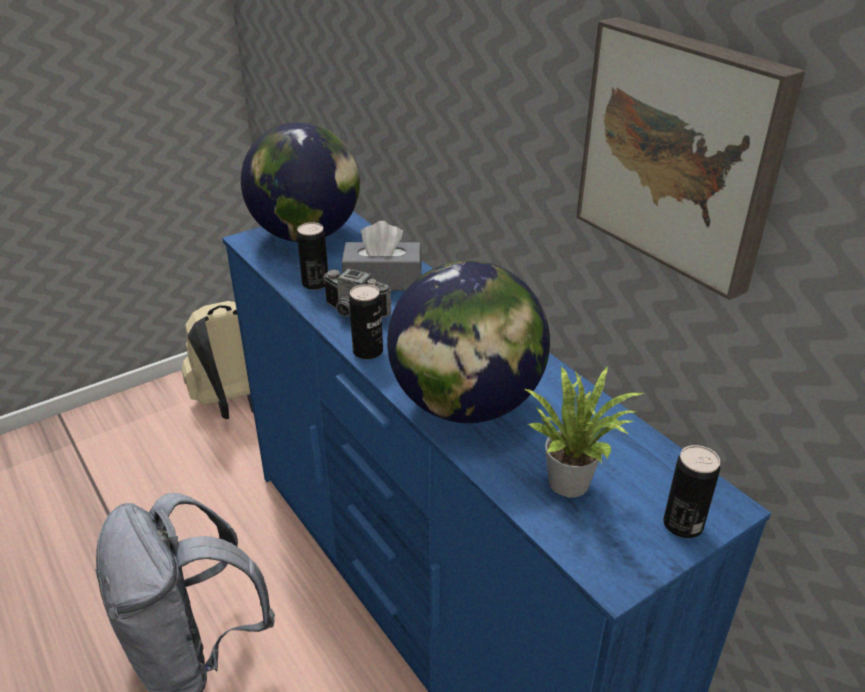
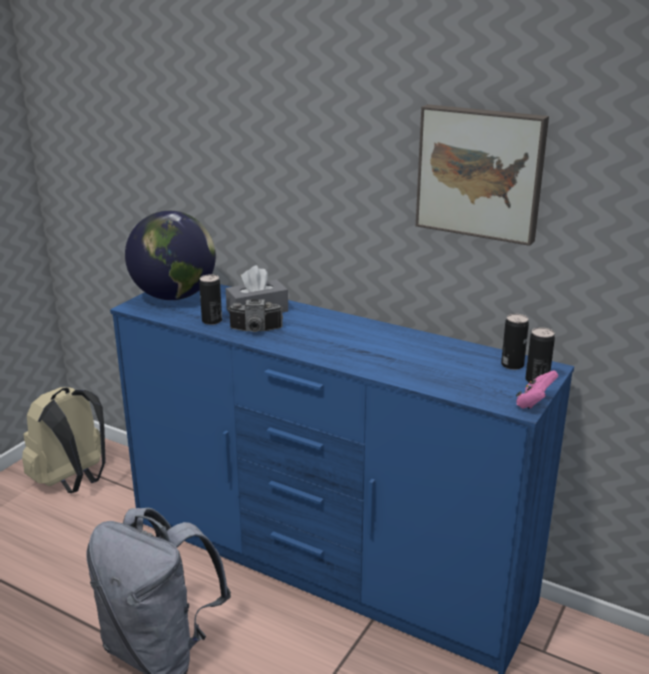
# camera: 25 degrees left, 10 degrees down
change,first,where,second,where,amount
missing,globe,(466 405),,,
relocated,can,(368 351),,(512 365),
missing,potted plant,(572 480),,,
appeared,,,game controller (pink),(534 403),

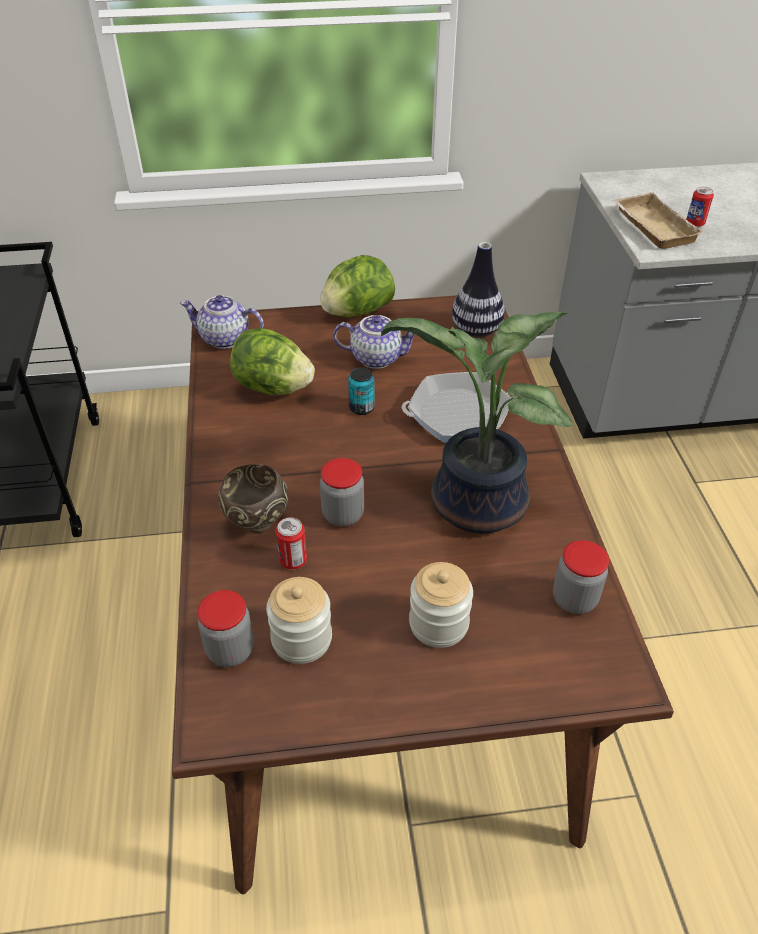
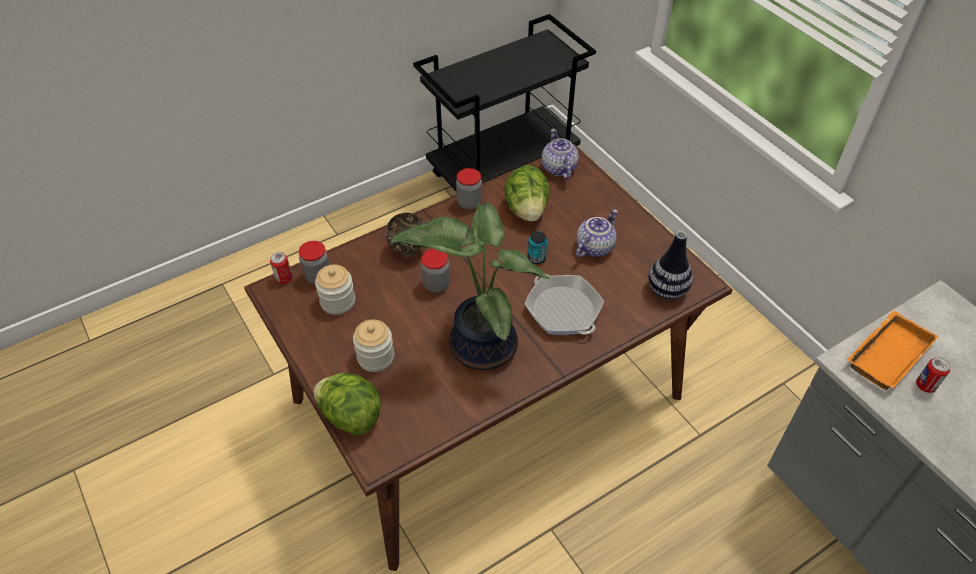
# camera: 65 degrees right, 5 degrees up
change,first,where,second,where,amount
colour,tray (beige),(651 226),tray (orange),(886 353),
relocated,lettuce,(357 312),,(350 416),
spun,teapot,(377 357),,(594 247),120 degrees counterclockwise
relocated,can,(293 560),,(284 279),
relocated,jar,(574 599),,(469 203),

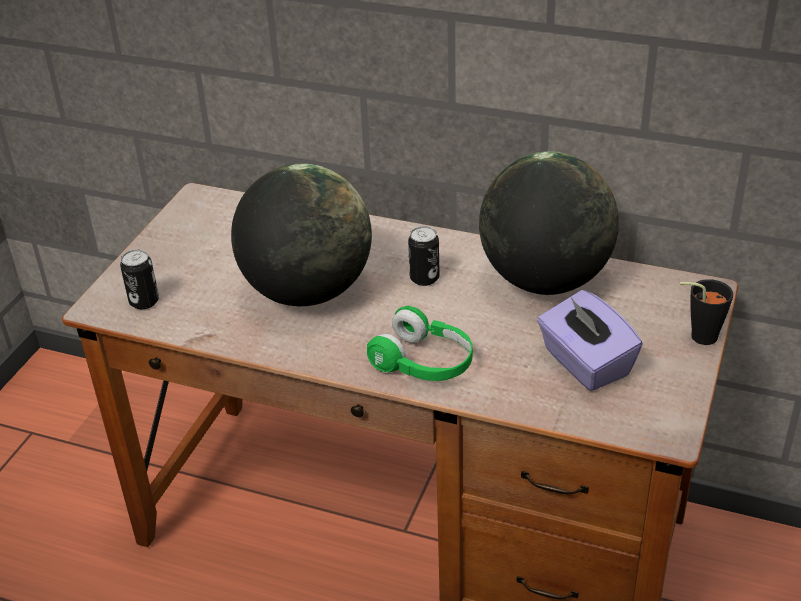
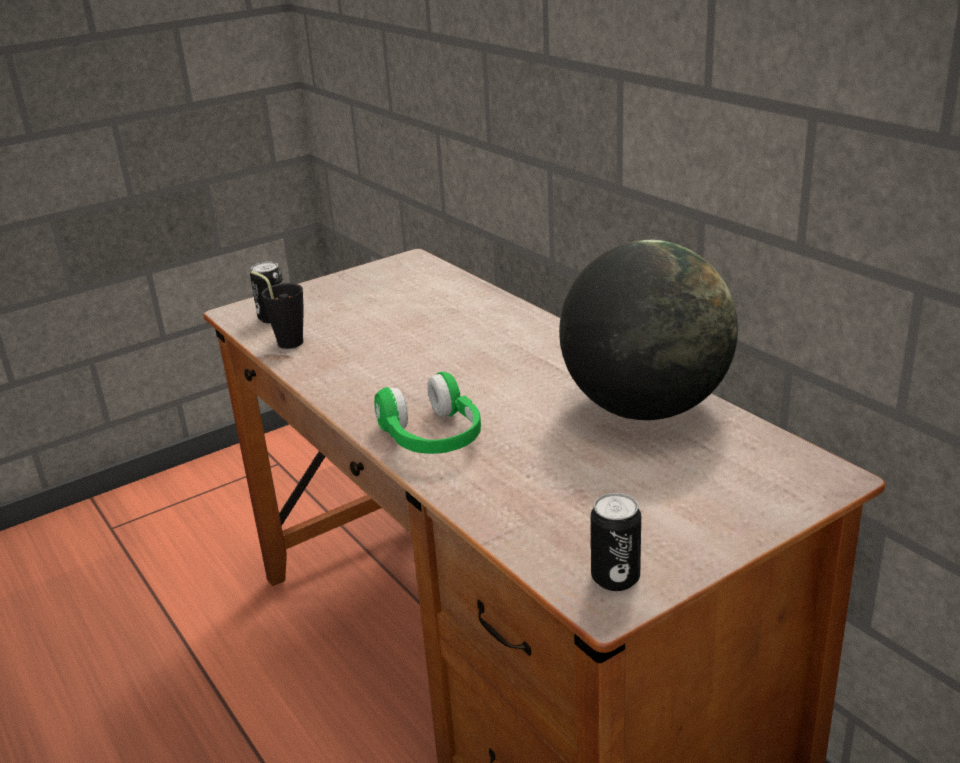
# camera: 35 degrees right, 10 degrees down
change,first,where,second,where,amount
missing,globe,(308 292),,,
relocated,can,(424 278),,(615 578),
relocated,cup (black),(697 336),,(286 341),
missing,tissue box (purple),(585 363),,,

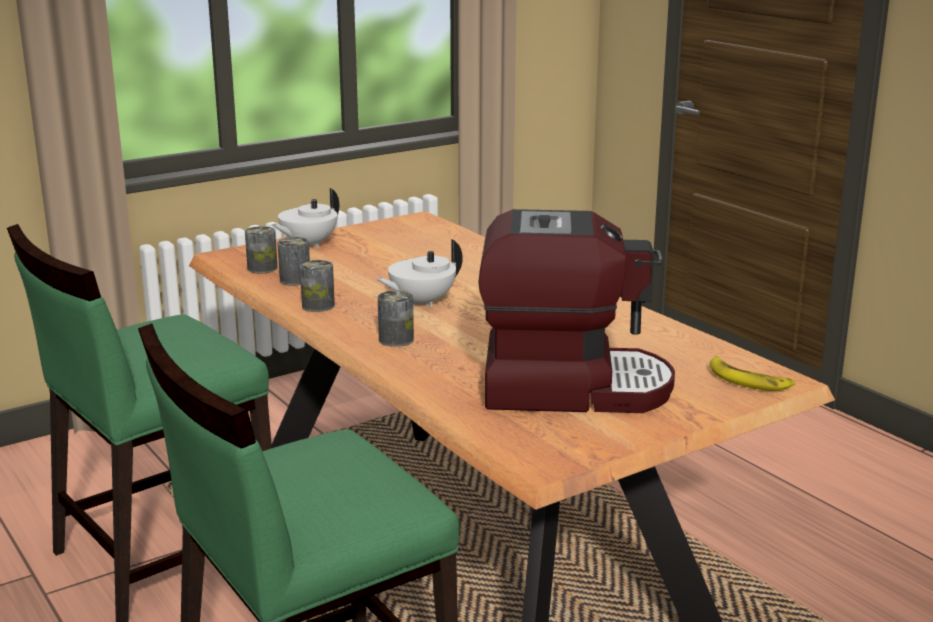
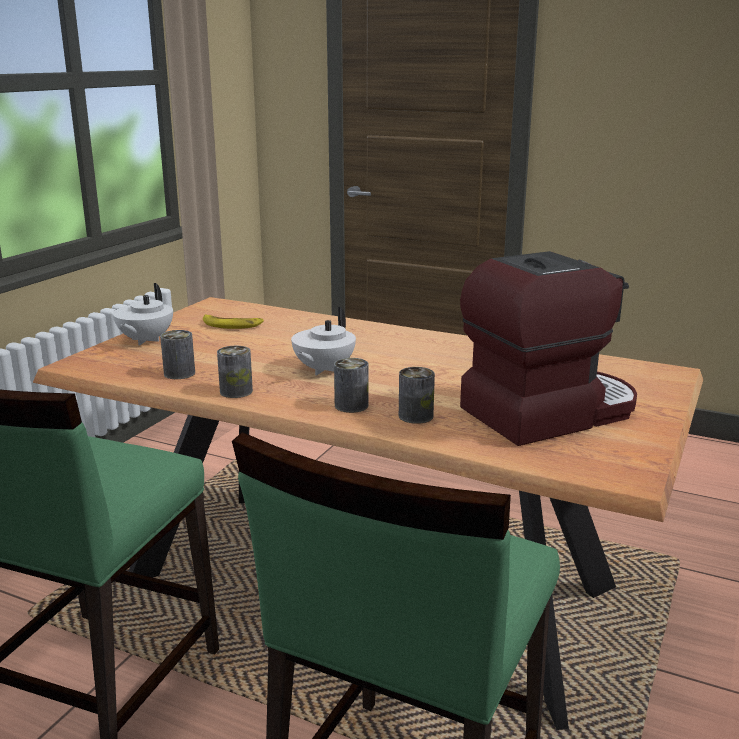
# camera: 30 degrees left, 0 degrees up
change,first,where,second,where,amount
relocated,can,(262 268),,(415 416),
relocated,banana,(748 380),,(231 325),

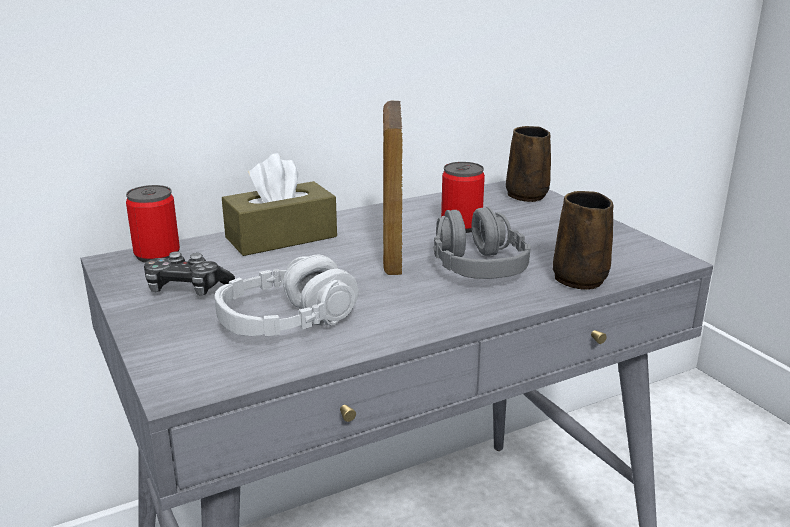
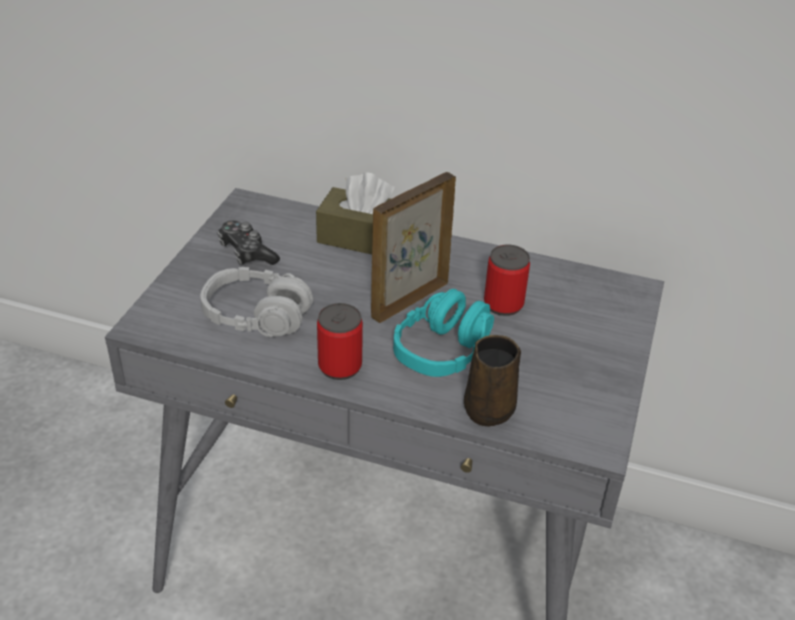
# camera: 45 degrees right, 15 degrees up
change,first,where,second,where,amount
missing,mug (brown),(526 194),,,
relocated,can,(157 255),,(340 366),
colour,headphones (grey),(478 266),headphones (turquoise),(442 349),

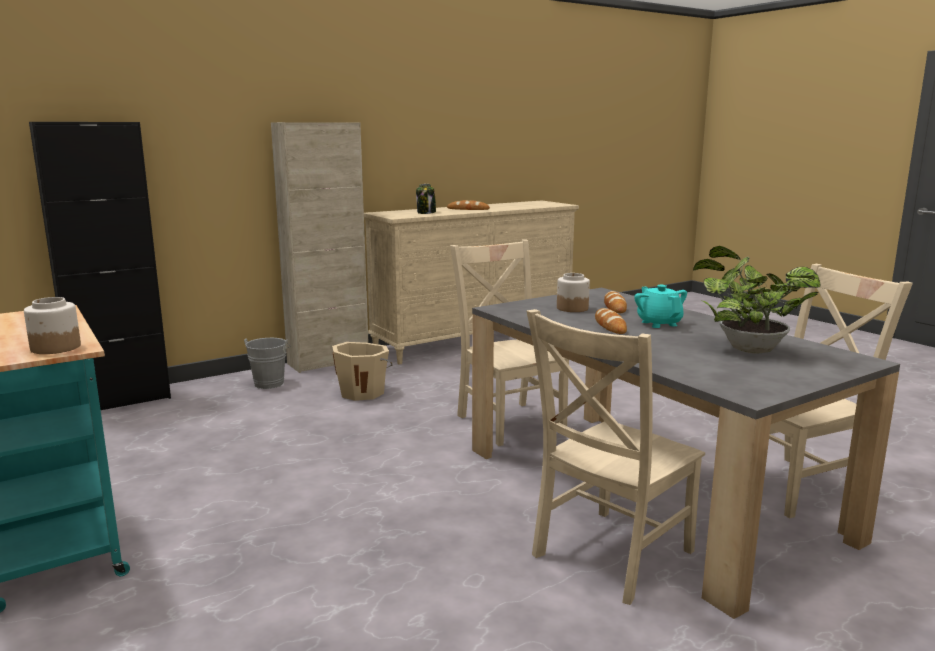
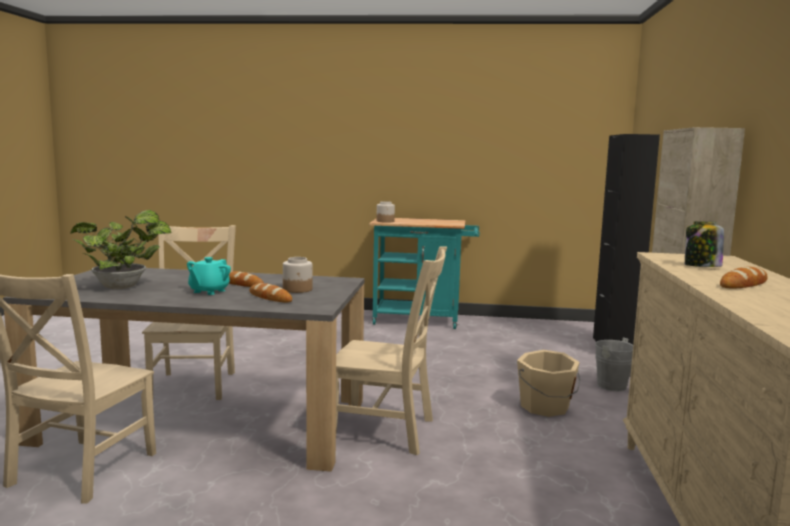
# camera: 130 degrees right, 5 degrees down
change,first,where,second,where,amount
spun,teapot (turquoise),(659 323),,(209 291),90 degrees clockwise

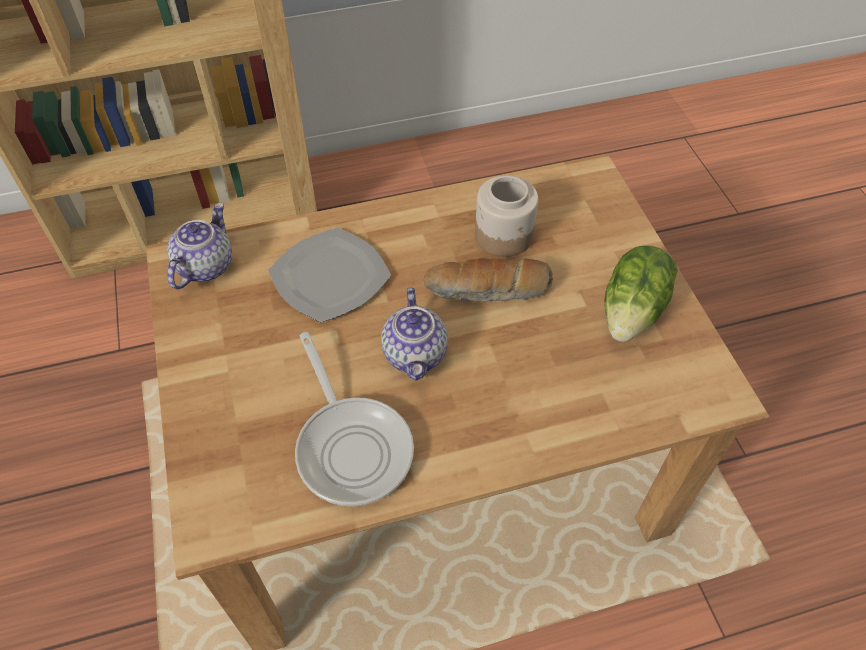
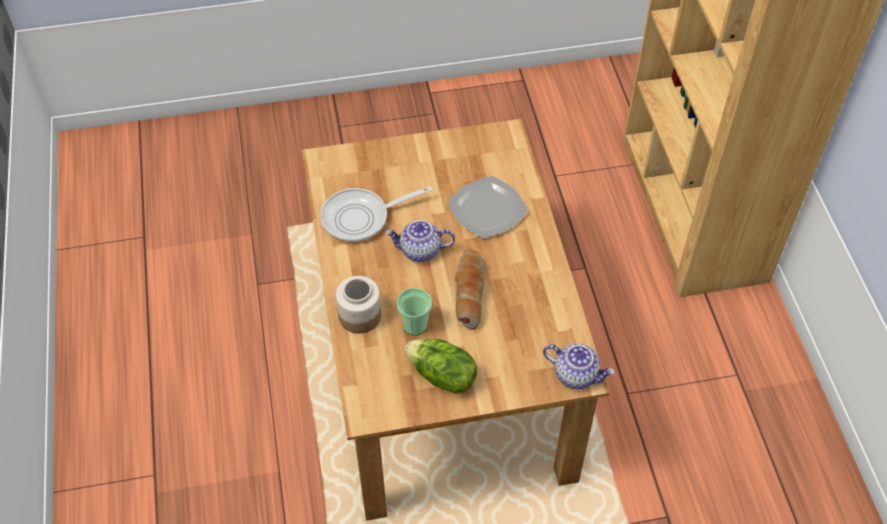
# camera: 95 degrees right, 0 degrees up
change,first,where,second,where,amount
relocated,jar,(504 236),,(359 316),
relocated,teapot,(205 266),,(576 374),
appeared,,,cup,(415 325),

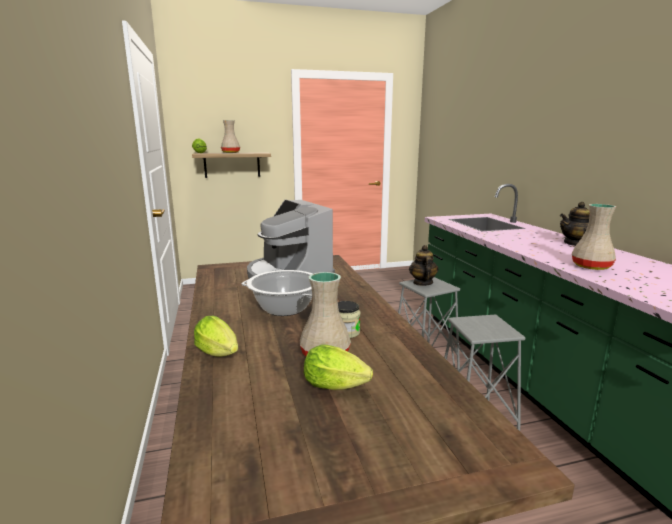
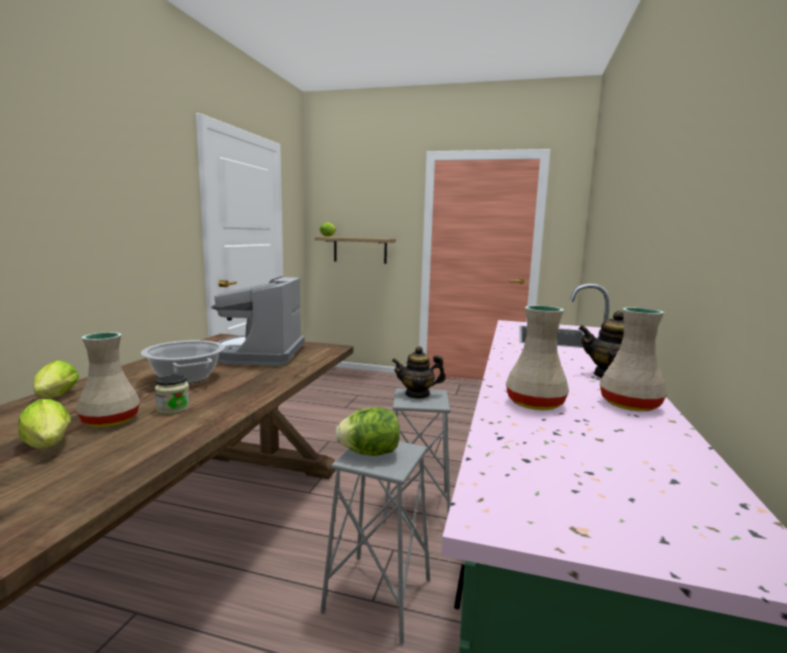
# camera: 30 degrees right, 5 degrees down
change,first,where,second,where,amount
relocated,vase (beige),(230 152),,(629 404),
spun,teapot,(422 283),,(417 394),120 degrees counterclockwise
appeared,,,lettuce,(370 453),

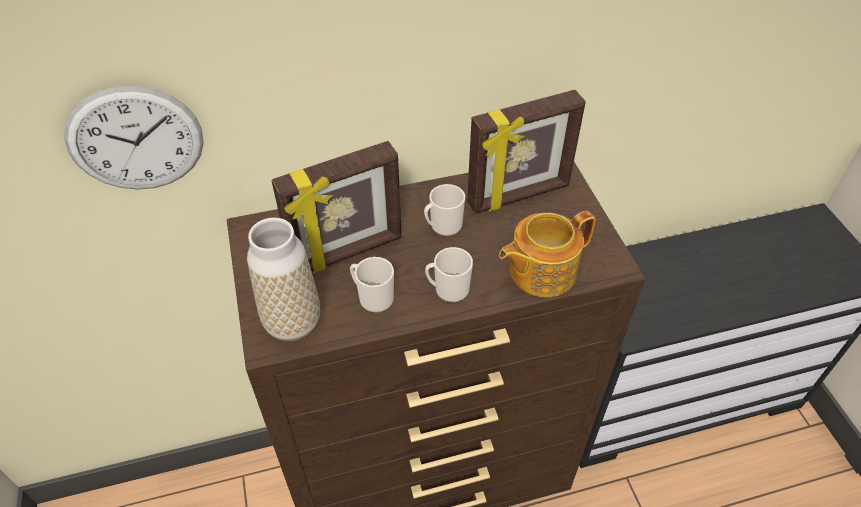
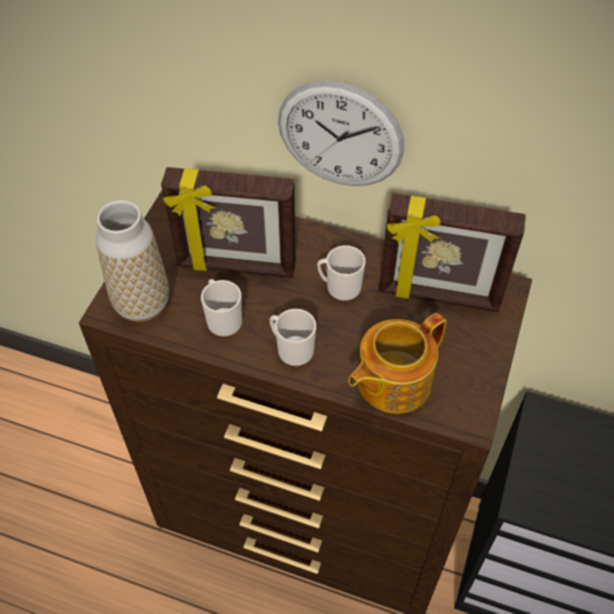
# camera: 35 degrees right, 5 degrees up
change,first,where,second,where,amount
relocated,wall clock,(136 140),,(340 135),
spun,teapot,(540 271),,(391 381),45 degrees counterclockwise

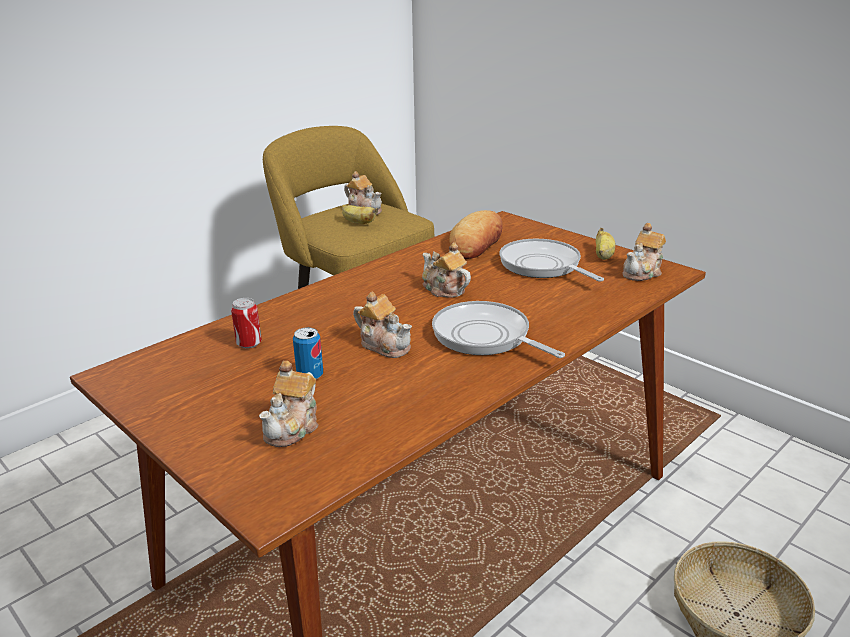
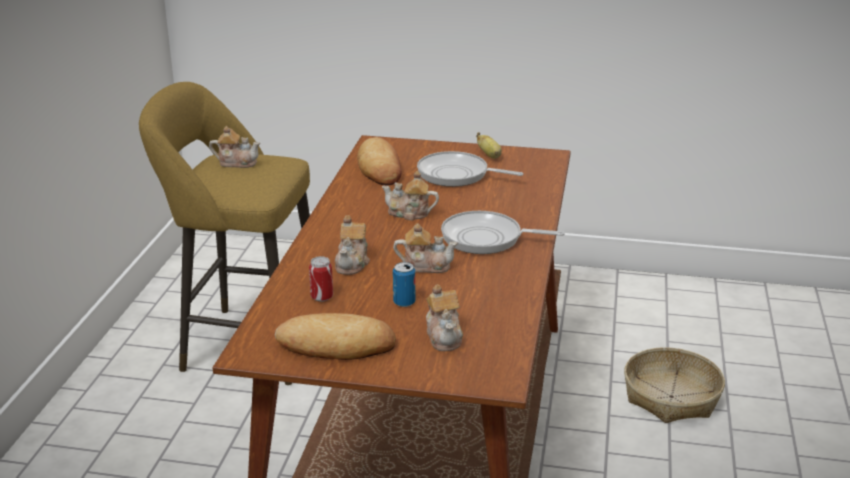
# camera: 35 degrees left, 0 degrees up
change,first,where,second,where,amount
missing,banana,(358 222),,,
relocated,teapot,(643 272),,(352 263),
appeared,,,bread,(336 345),

